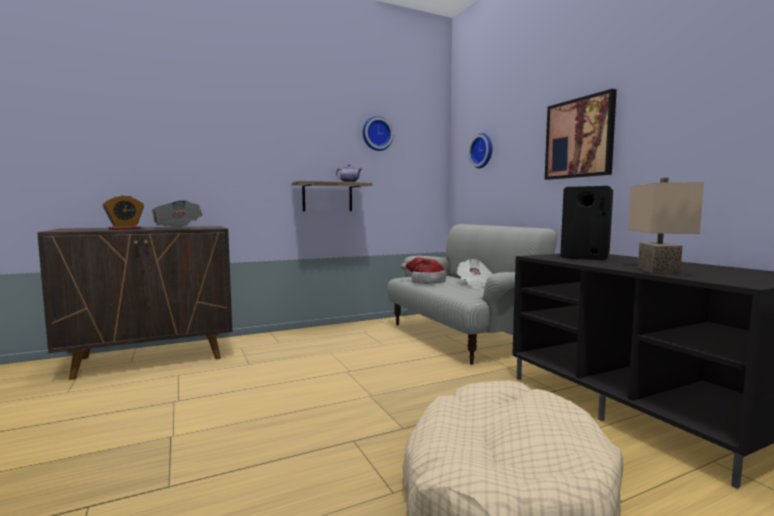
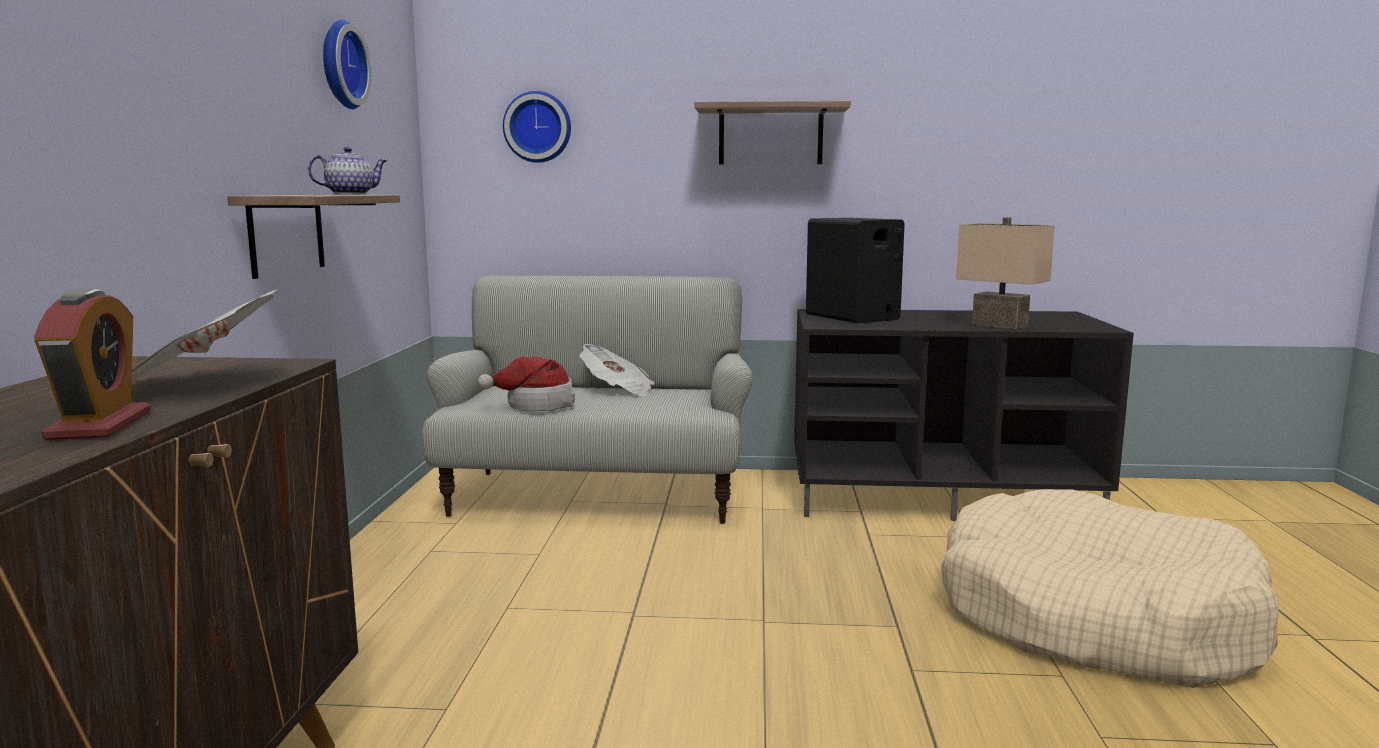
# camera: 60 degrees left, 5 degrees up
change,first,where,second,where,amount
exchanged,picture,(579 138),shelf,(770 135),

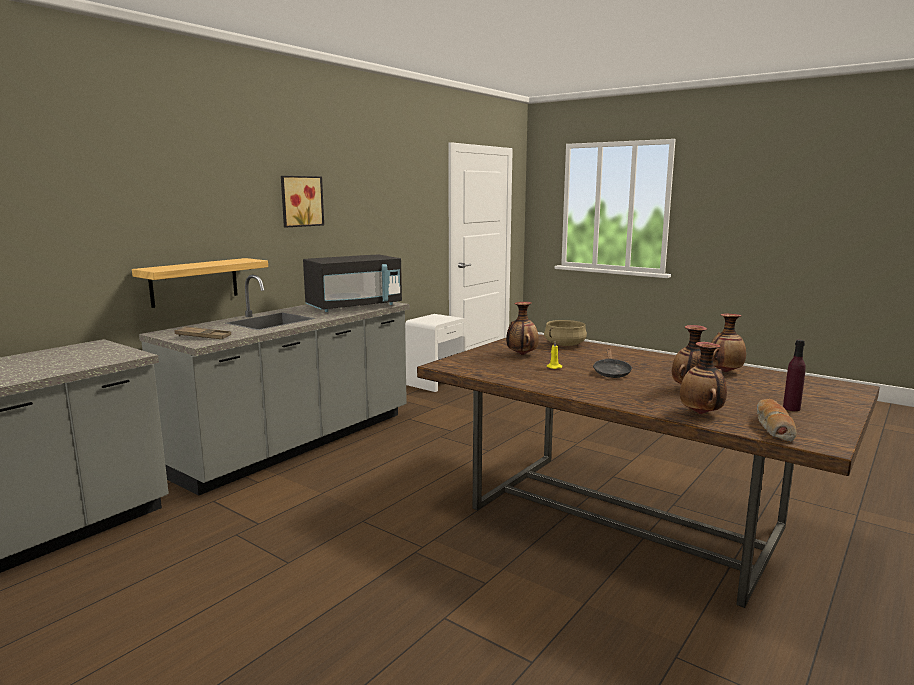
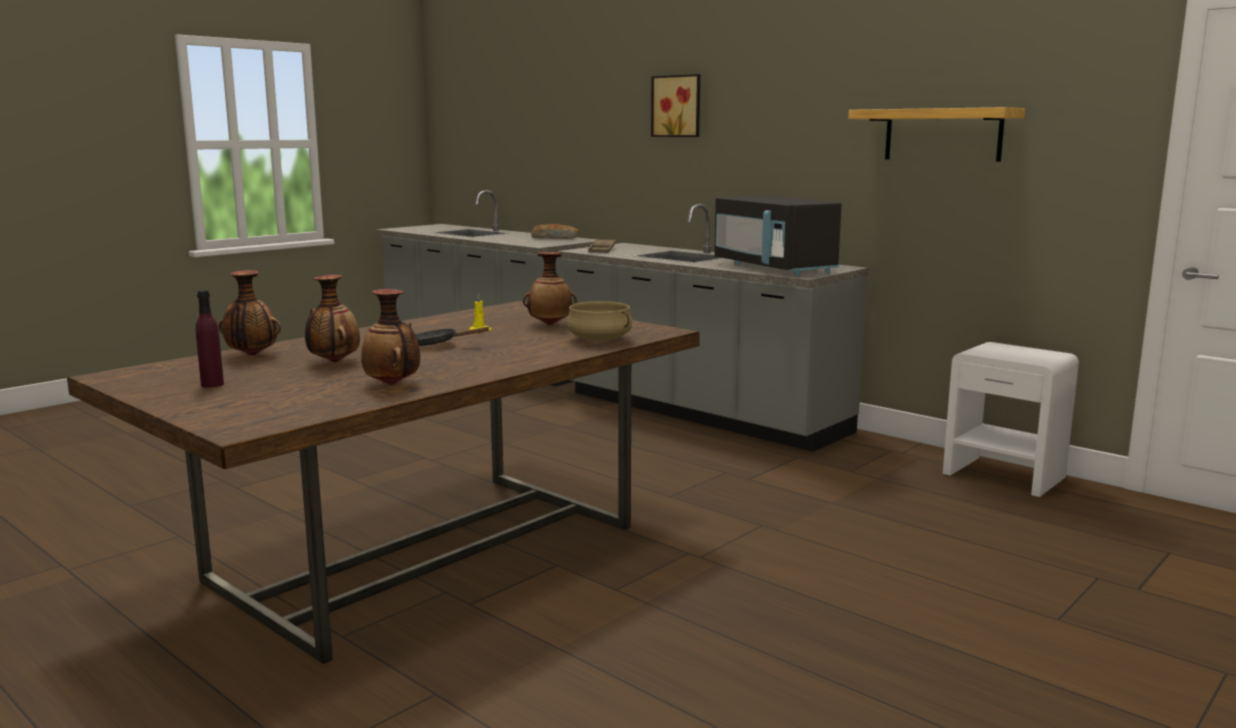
# camera: 95 degrees right, 0 degrees up
change,first,where,second,where,amount
relocated,picture,(300 201),,(677 106),
relocated,shelf,(194 282),,(942 135),
relocated,bread,(772 427),,(555 238),

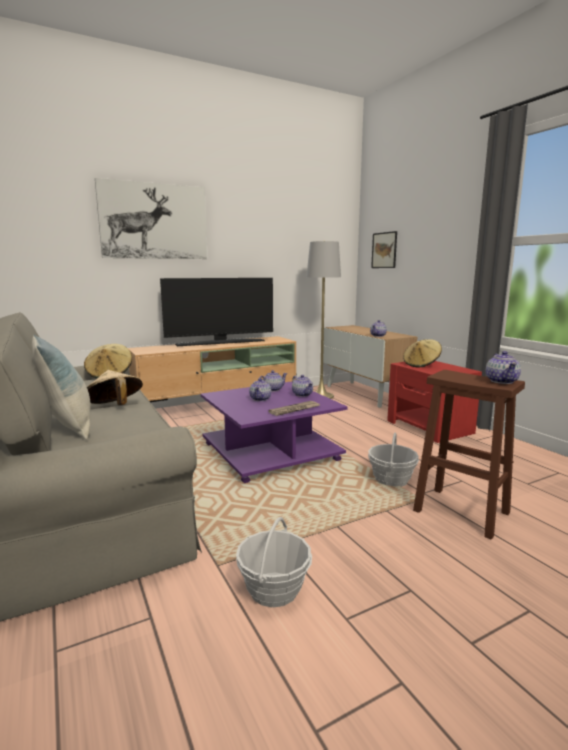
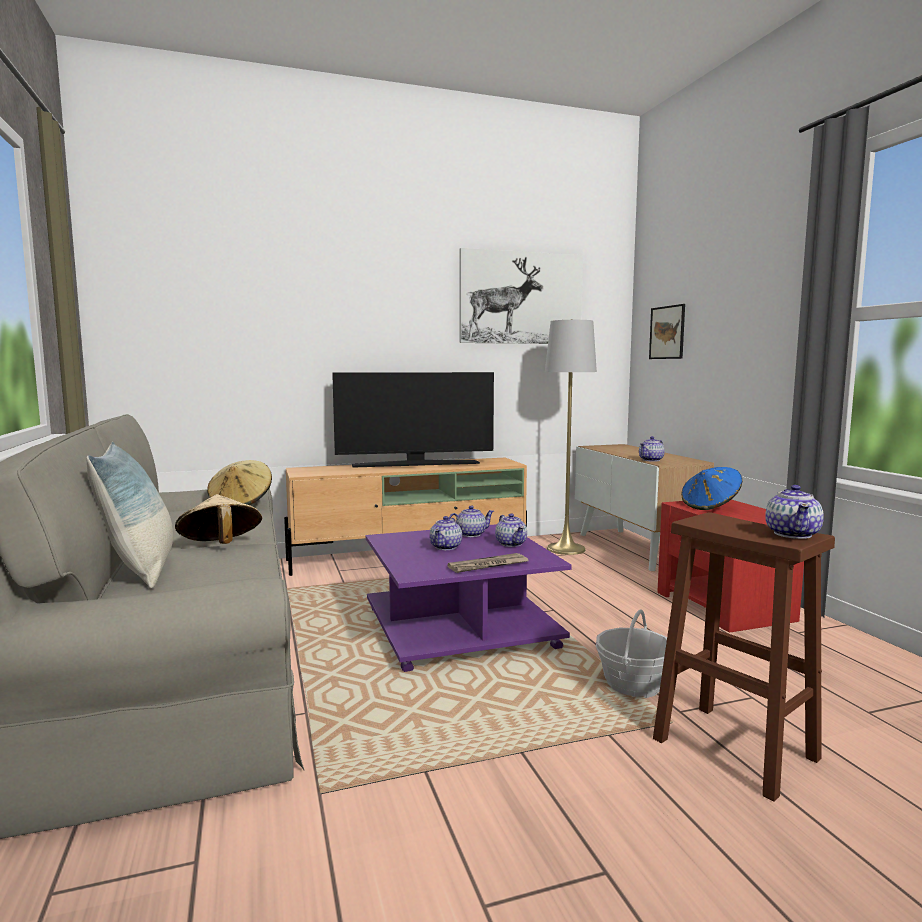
# camera: 10 degrees right, 5 degrees down
change,first,where,second,where,amount
relocated,picture,(154 221),,(521 298),
colour,hat (beige),(421 364),hat (blue),(710 506),
missing,basket,(274 589),,,

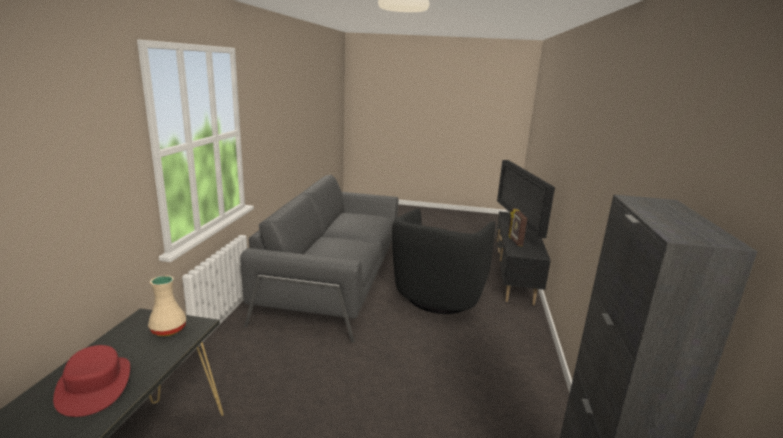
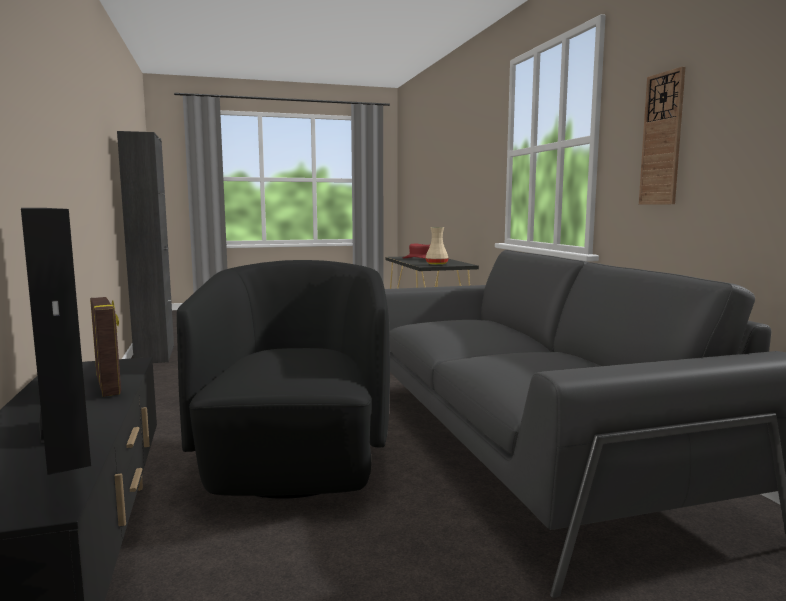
# camera: 155 degrees right, 10 degrees down
change,first,where,second,where,amount
appeared,,,wall clock,(662 139),

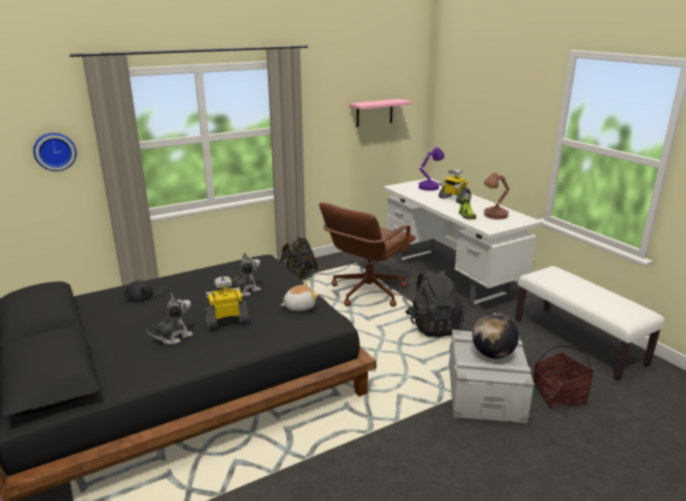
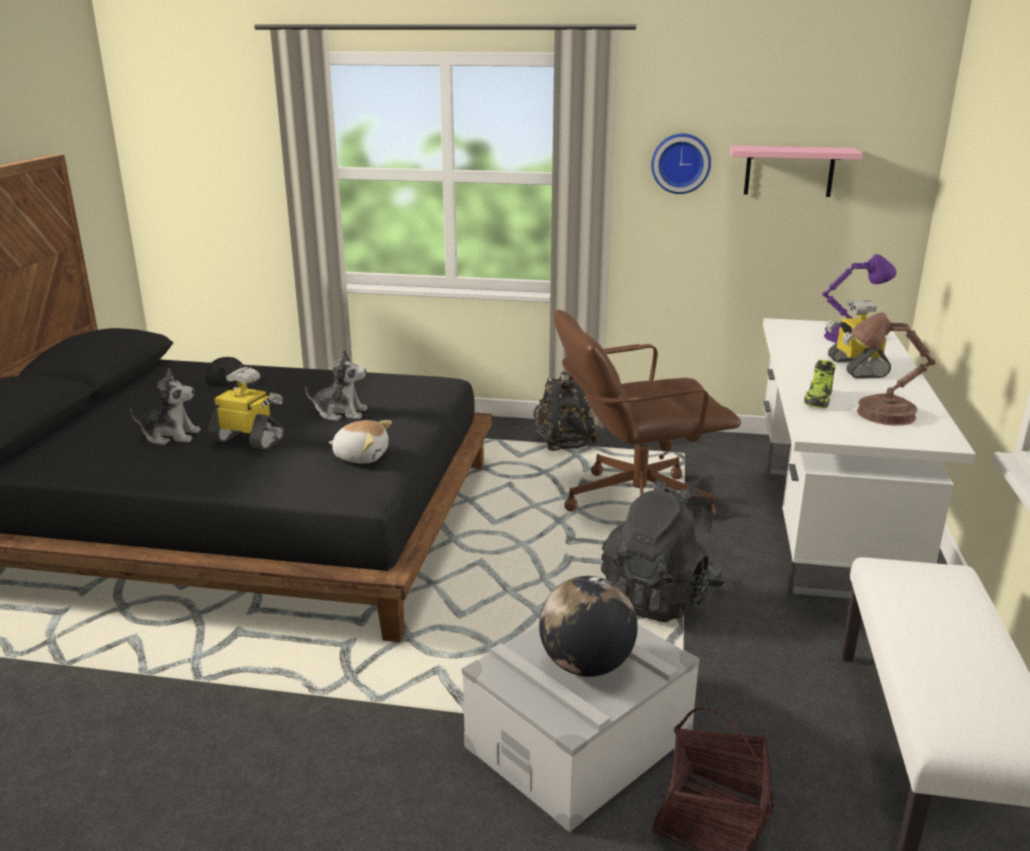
# camera: 40 degrees right, 0 degrees up
change,first,where,second,where,amount
relocated,wall clock,(54 151),,(681 163),

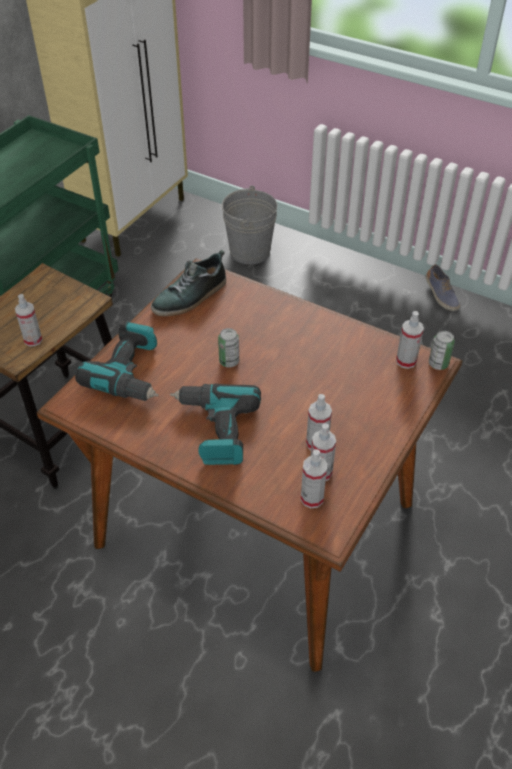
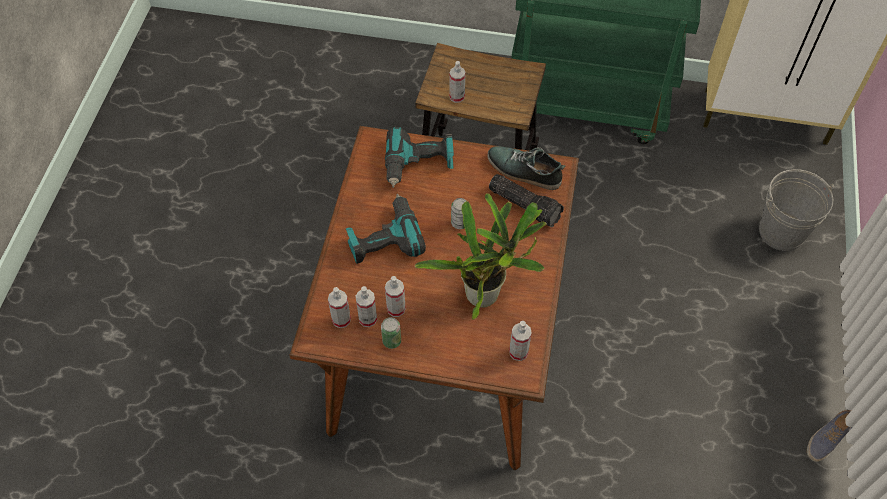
# camera: 70 degrees right, 10 degrees up
change,first,where,second,where,amount
relocated,can,(438 364),,(391 341),
appeared,,,flashlight,(525 205),
appeared,,,potted plant,(487 294),

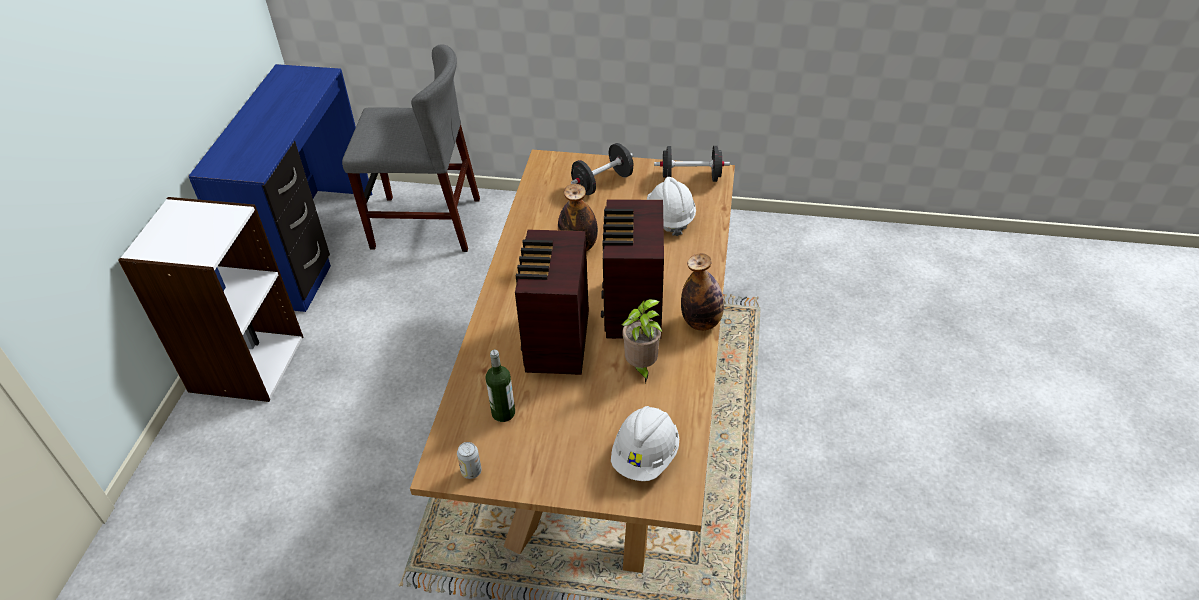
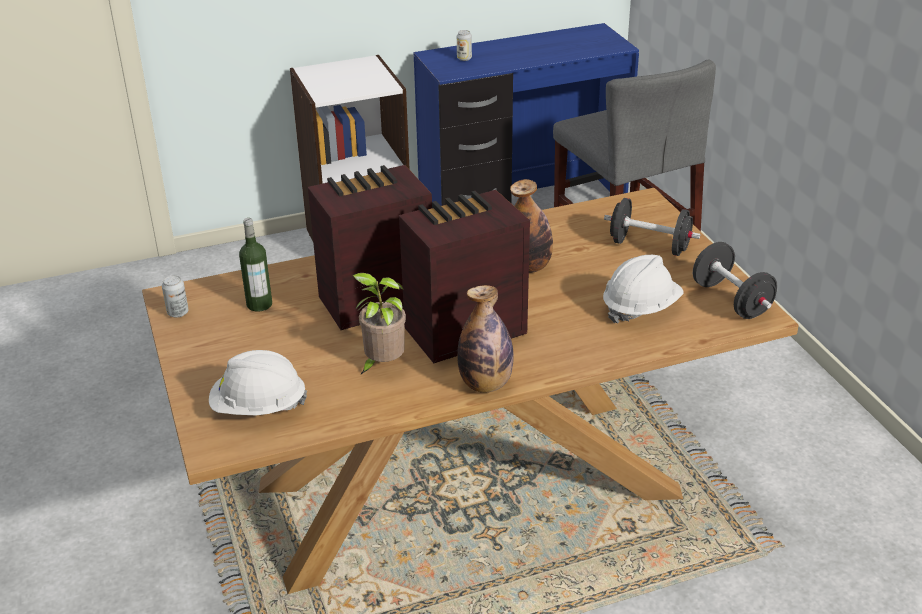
# camera: 60 degrees right, 10 degrees down
change,first,where,second,where,amount
appeared,,,can,(464 58),

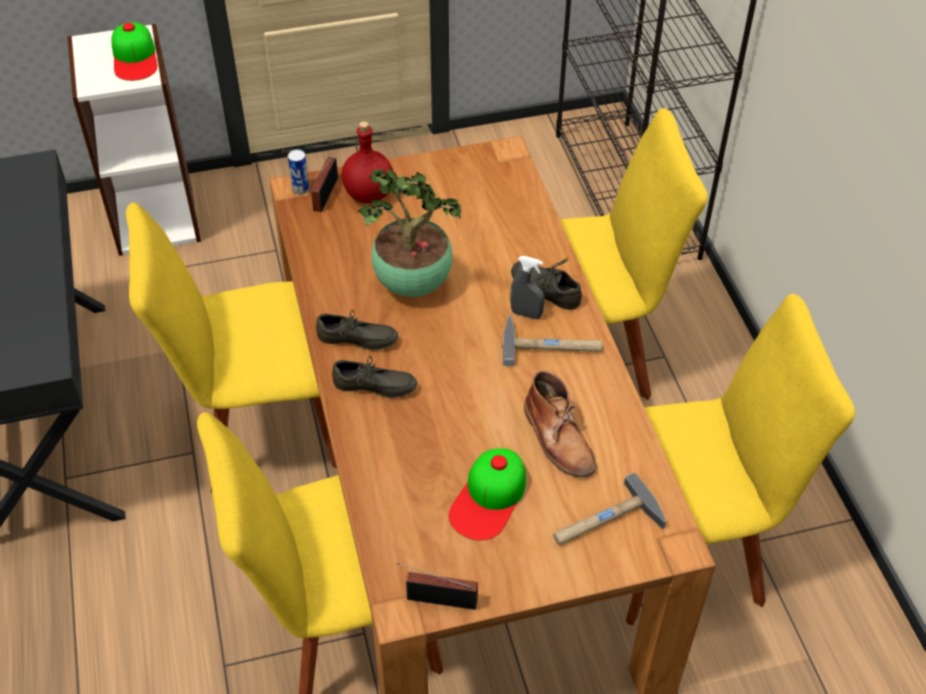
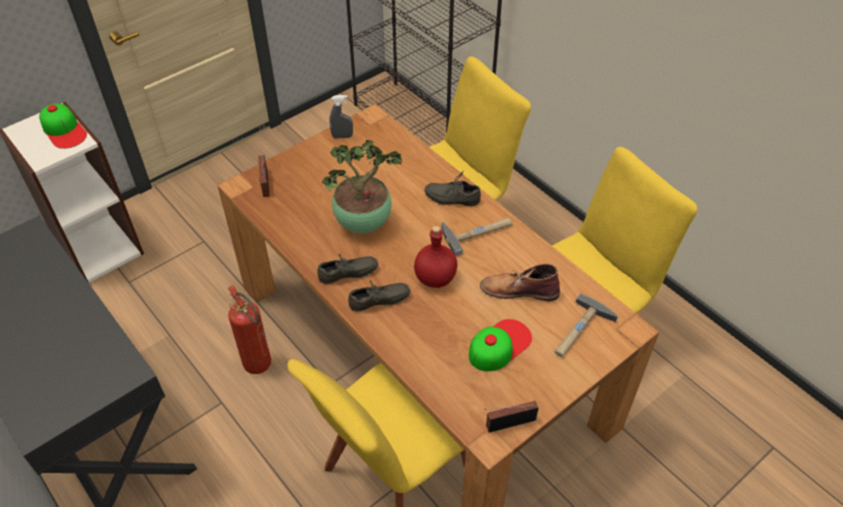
# camera: 25 degrees left, 0 degrees up
change,first,where,second,where,amount
relocated,bottle (red),(368 193),,(434 277),
missing,can,(300 189),,,
exchanged,chair (yellow),(259 429),fire extinguisher,(261 368),
relocated,spray bottle (grey),(526 314),,(342 136),
spun,boot (brown),(558 438),,(518 290),150 degrees clockwise
spun,cap,(489 498),,(499 345),135 degrees counterclockwise

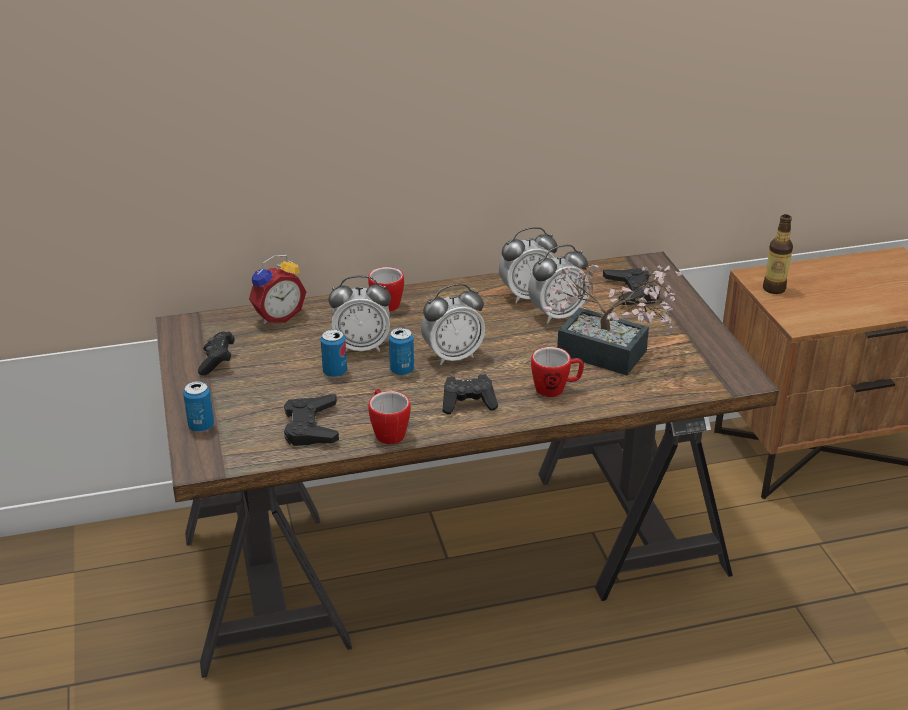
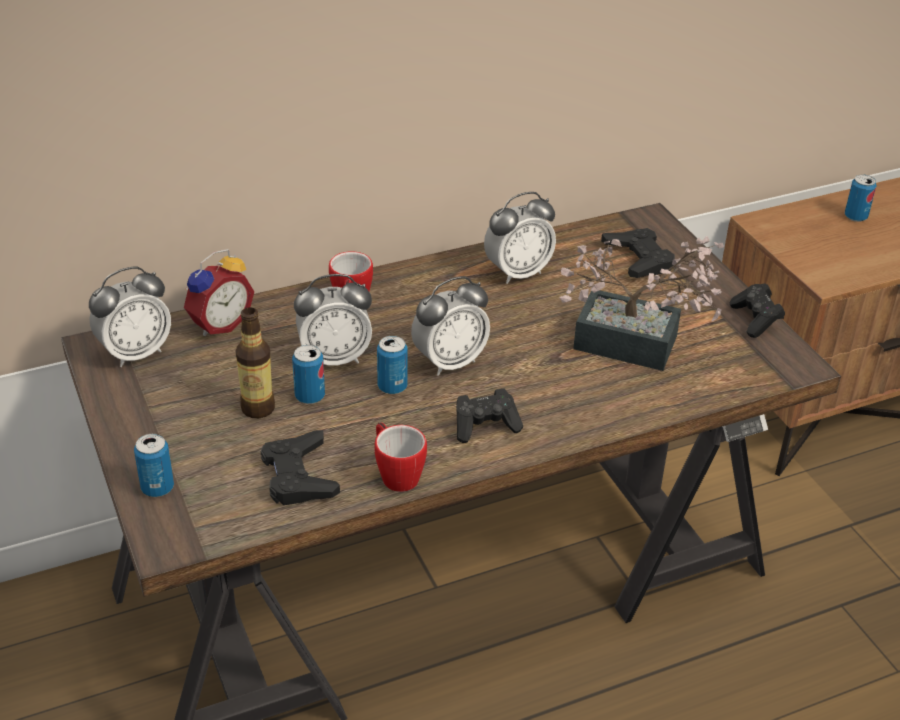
# camera: 10 degrees left, 5 degrees up
change,first,where,second,where,amount
relocated,bottle,(774 289),,(258 408),
relocated,alarm clock,(557 315),,(135 353),
relocated,game controller (black),(217 362),,(755 320),
missing,mug,(556 389),,,
appeared,,,can,(855 217),

